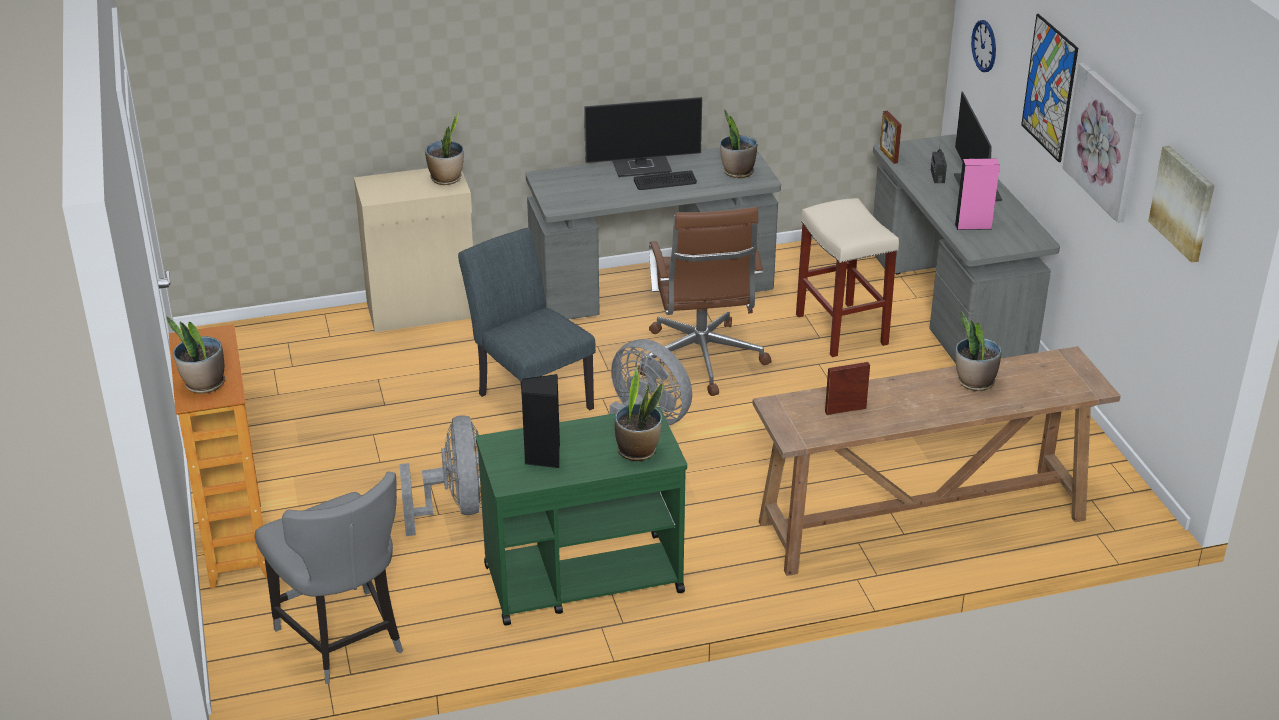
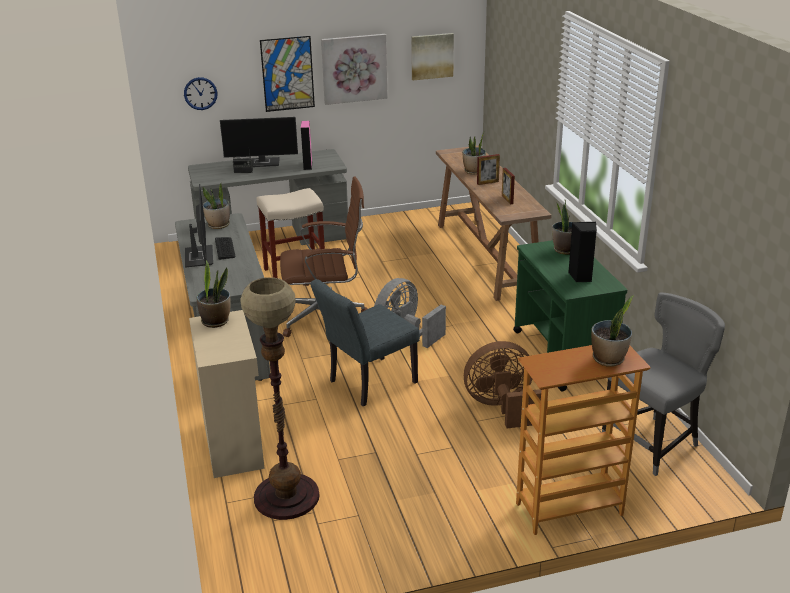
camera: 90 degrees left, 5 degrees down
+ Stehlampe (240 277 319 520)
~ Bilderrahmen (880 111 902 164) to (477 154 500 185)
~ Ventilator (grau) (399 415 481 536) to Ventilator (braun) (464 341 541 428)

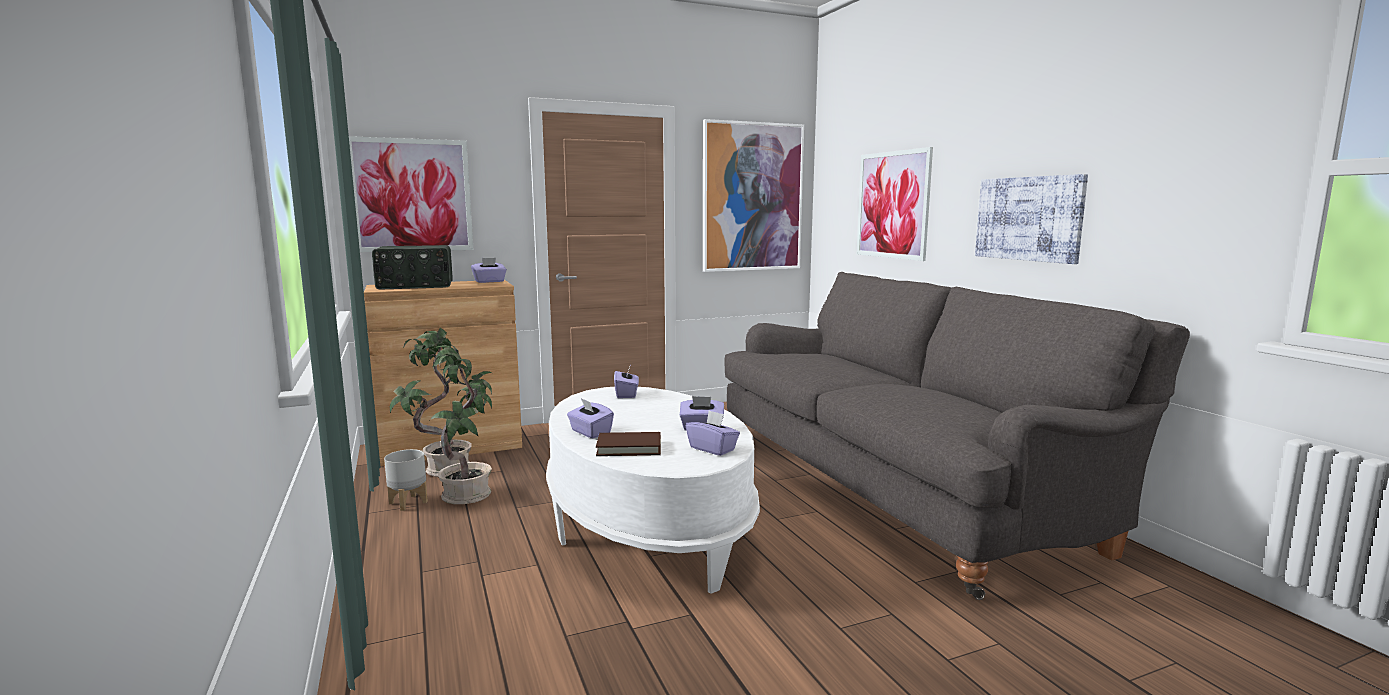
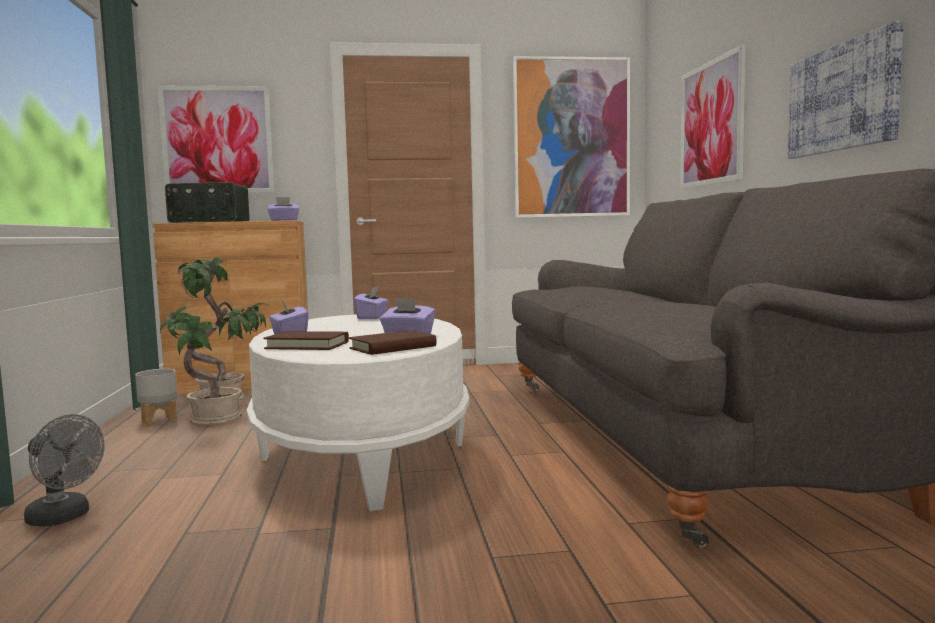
camera: 15 degrees right, 5 degrees down
+ Ventilator (grau) (24 414 104 527)
~ Taschentuchbox (lila) (686 410 740 456) to Buch (braun) (349 330 437 355)

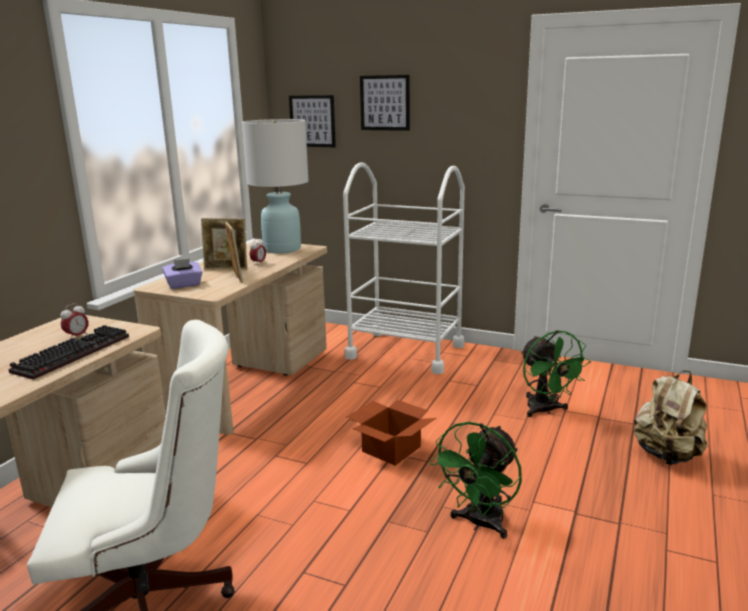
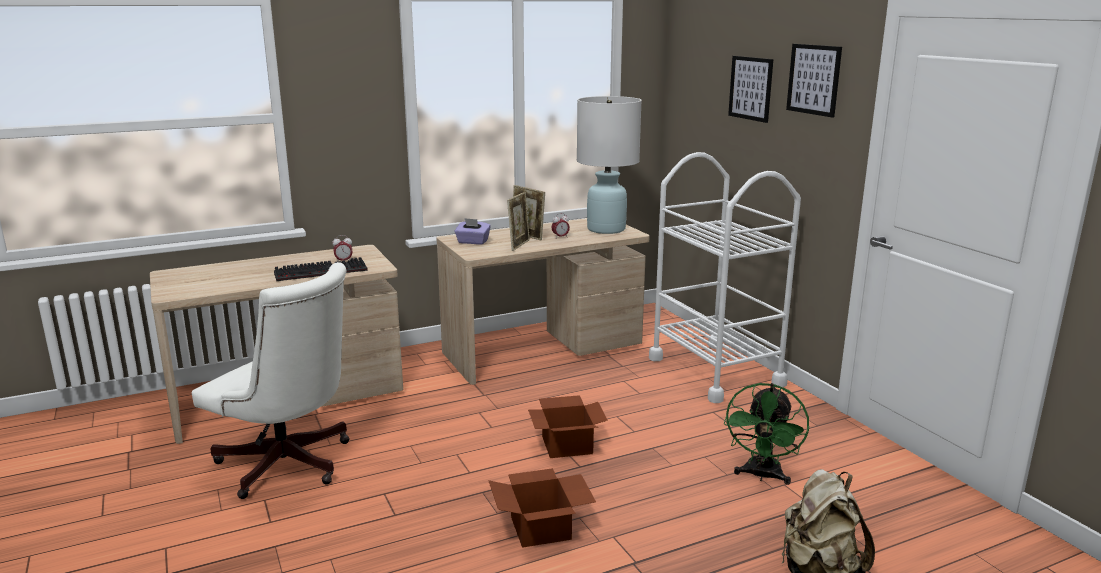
camera: 40 degrees right, 0 degrees up
~ Bild (289 95 336 147) to (786 44 842 118)
~ Ventilator (grün) (430 422 522 539) to Karton (488 468 596 548)

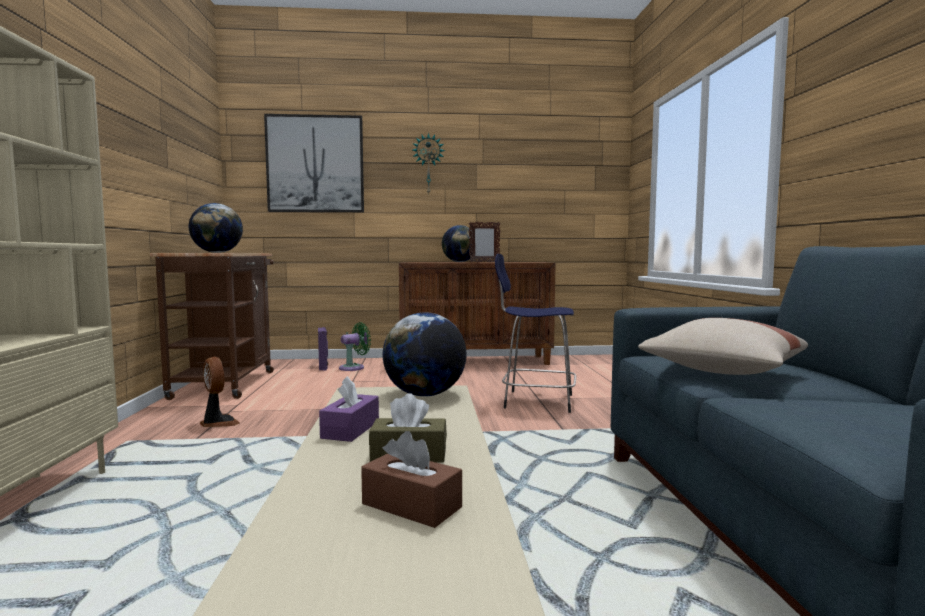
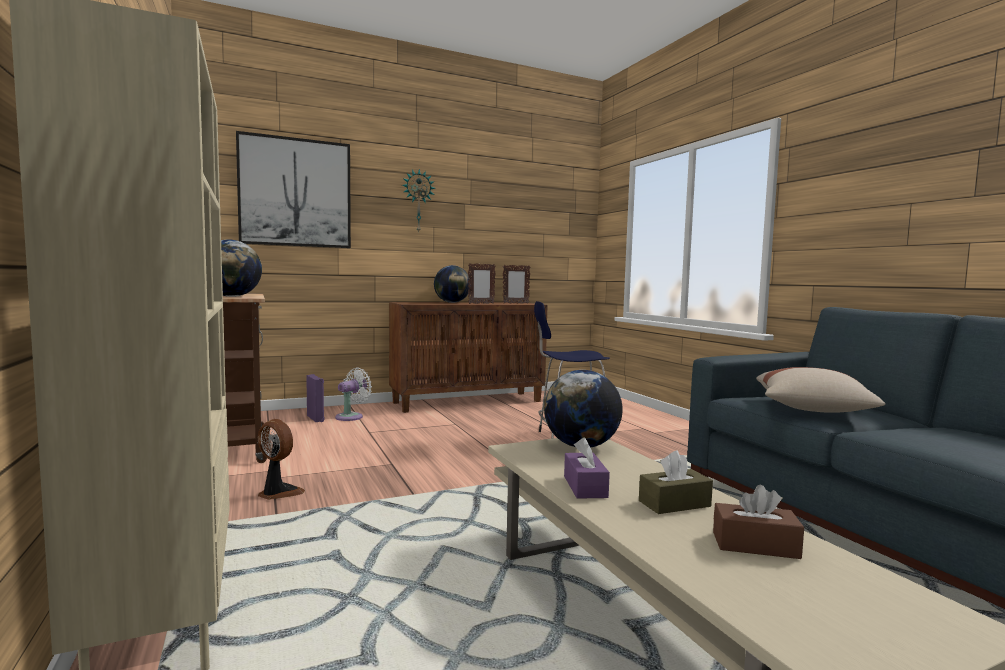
camera: 20 degrees left, 0 degrees up
+ Bilderrahmen (503 265 530 304)
~ Ventilator (grün) (339 322 371 371) to Ventilator (weiß) (335 367 372 421)

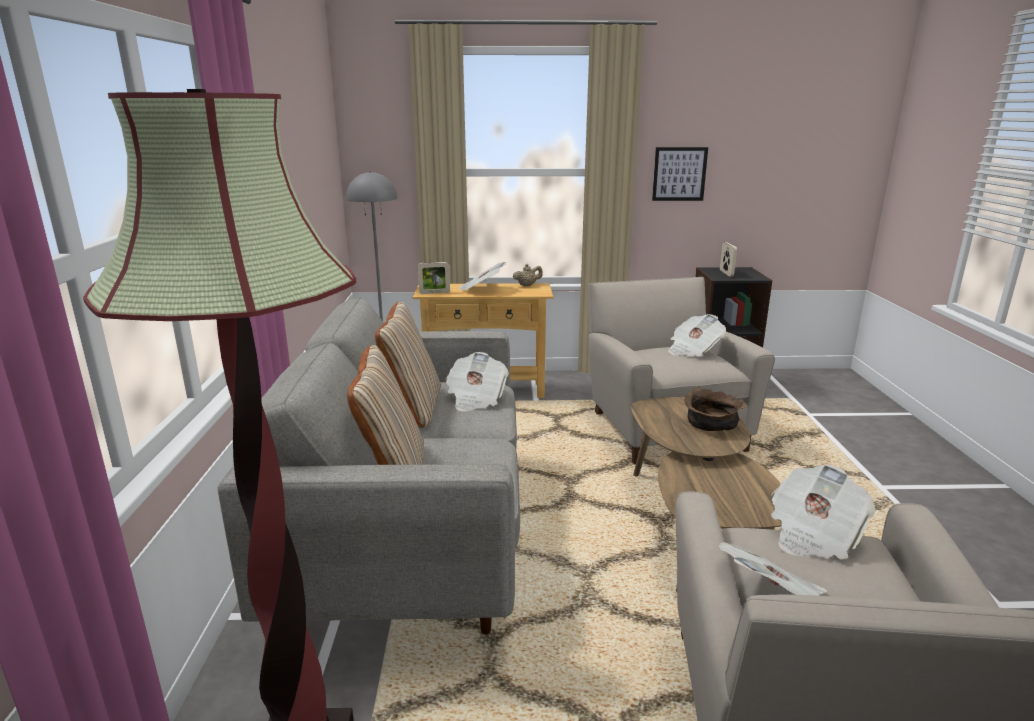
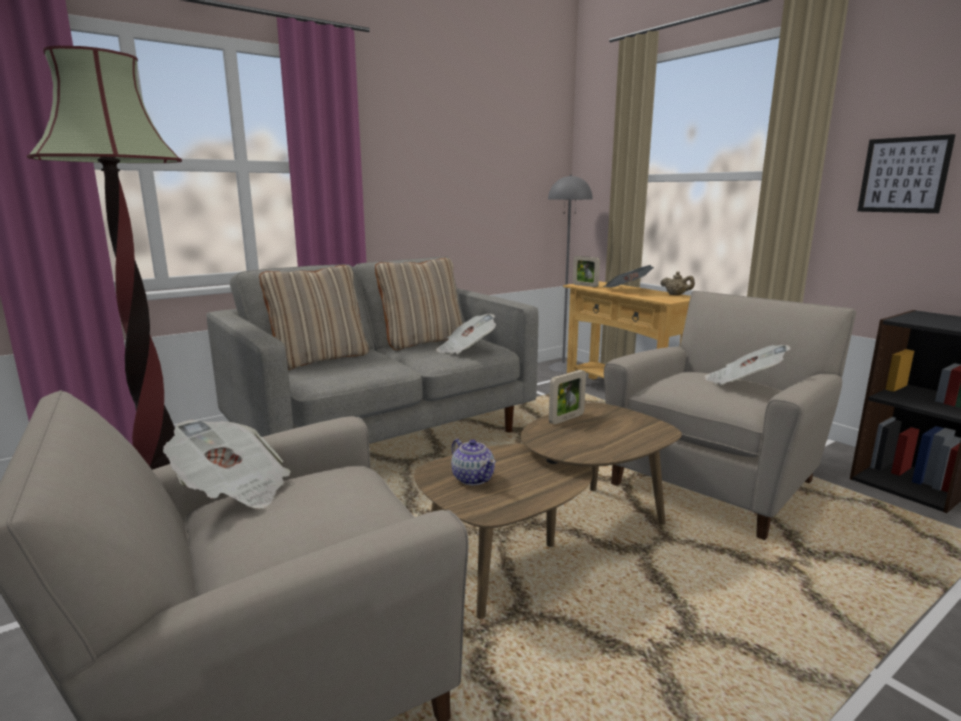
camera: 55 degrees right, 5 degrees down
- Schüssel (braun) (684 388 747 431)
- Zeitung (771 464 875 560)
+ Teekanne (451 439 496 485)
~ Bilderrahmen (720 242 737 277) to (549 370 586 424)

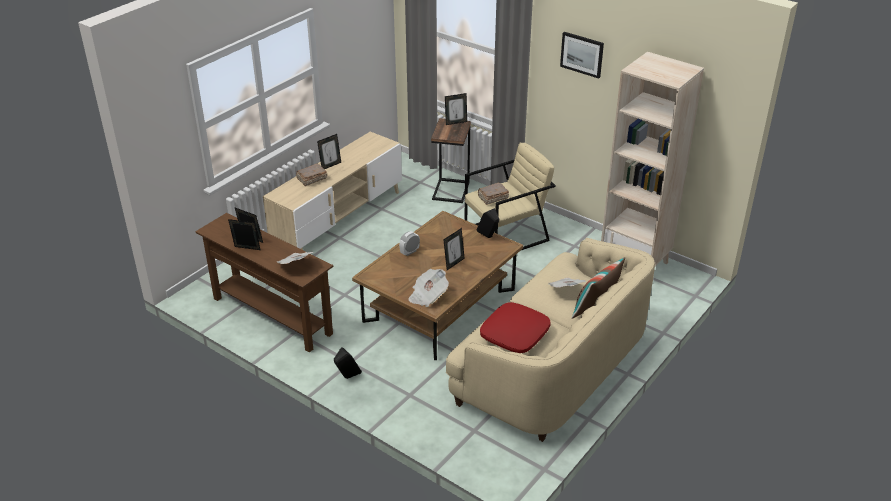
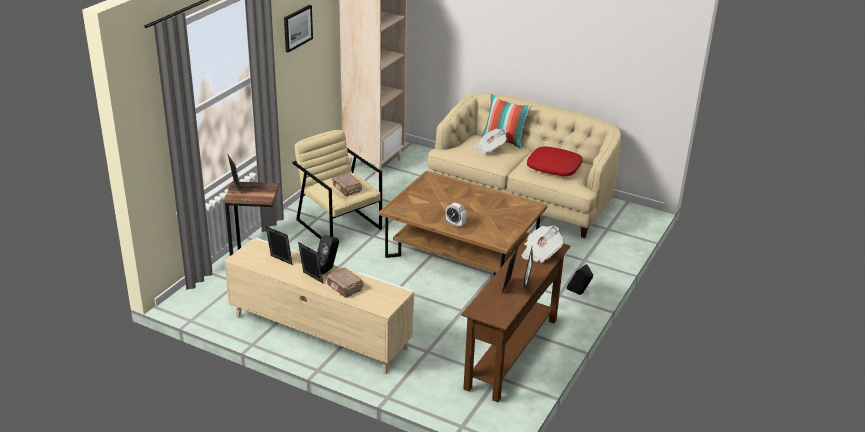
camera: 100 degrees left, 5 degrees down
- Zeitung (408 269 449 307)
~ Bilderrahmen (443 228 465 270) to (266 226 293 265)
~ Lautsprecher (schwarz) (477 208 500 238) to (317 235 339 275)

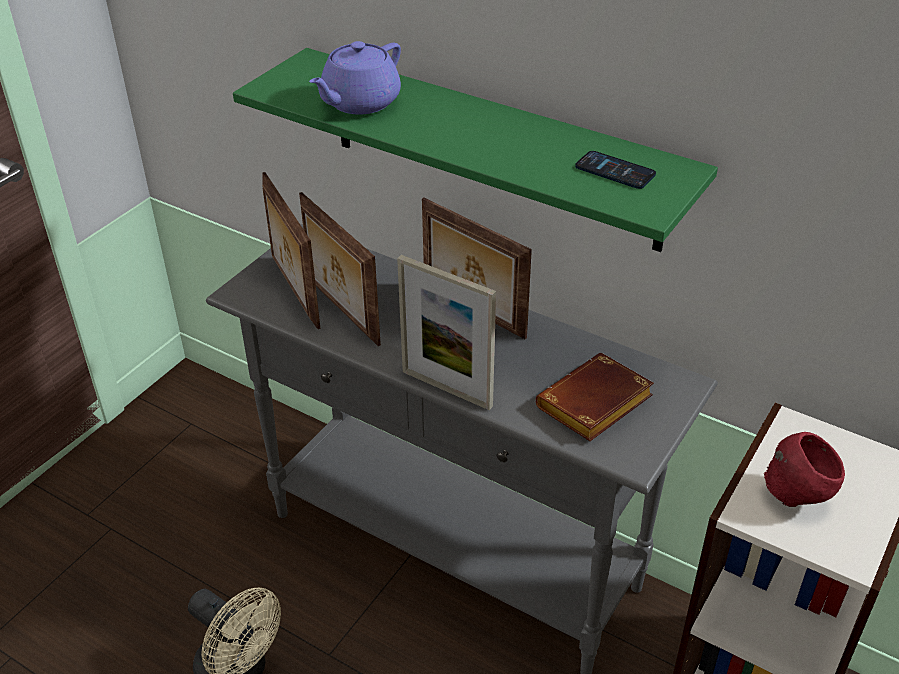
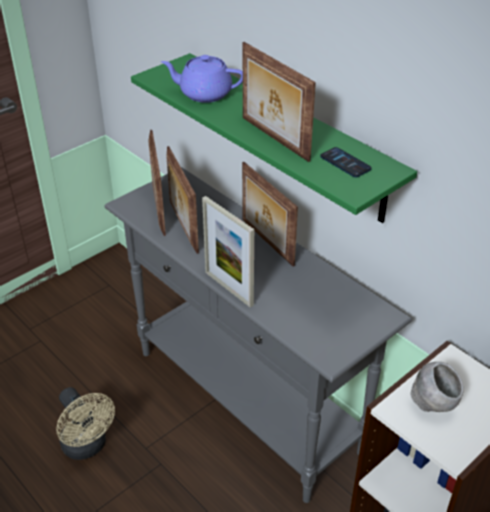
camera: 15 degrees right, 0 degrees up
- Buch (braun) (536 353 654 441)
+ Bilderrahmen (243 42 316 162)
~ Schüssel (rot) (764 432 845 507) to Schüssel (grau) (411 362 464 412)
~ Teekanne (lila) (309 41 401 115) = (161 55 243 103) 45 degrees clockwise

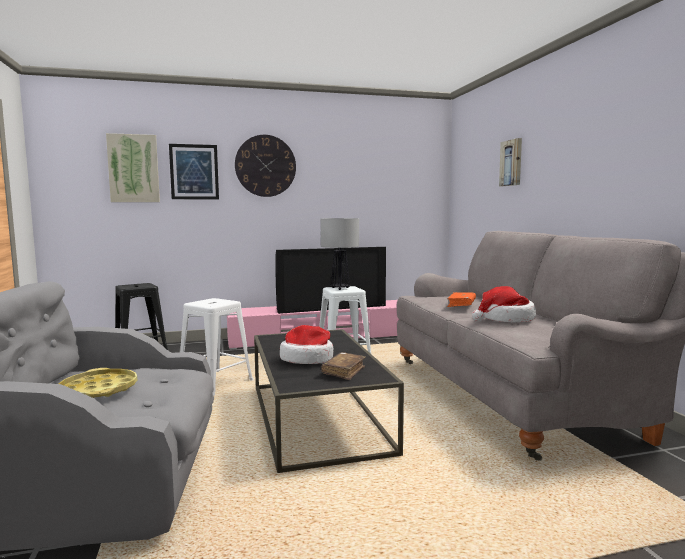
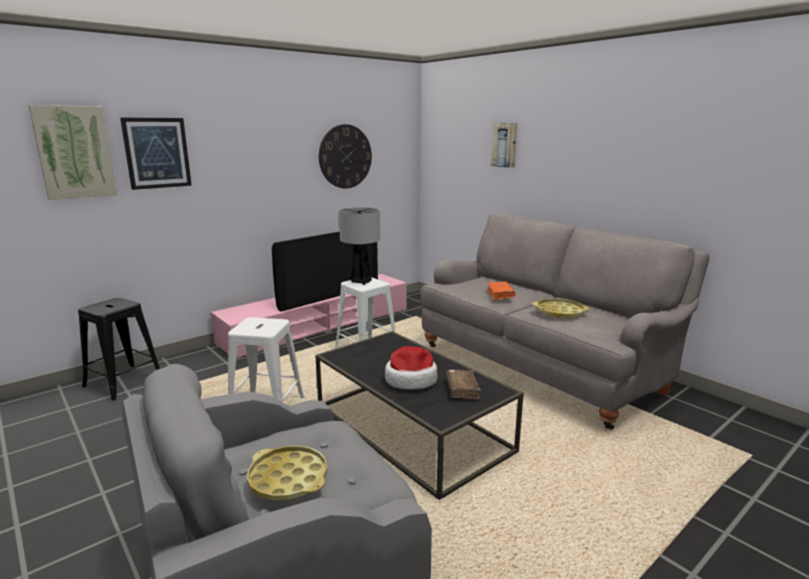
camera: 25 degrees left, 10 degrees up
~ Wanduhr (235 135 296 197) to (319 124 372 188)
~ Hut (472 286 536 323) to Tablett (gelb) (532 298 590 319)

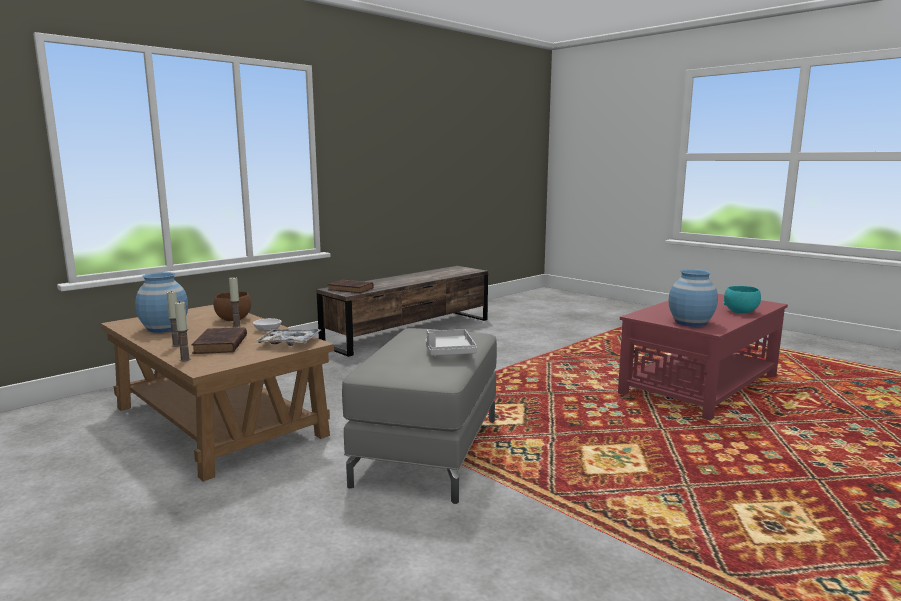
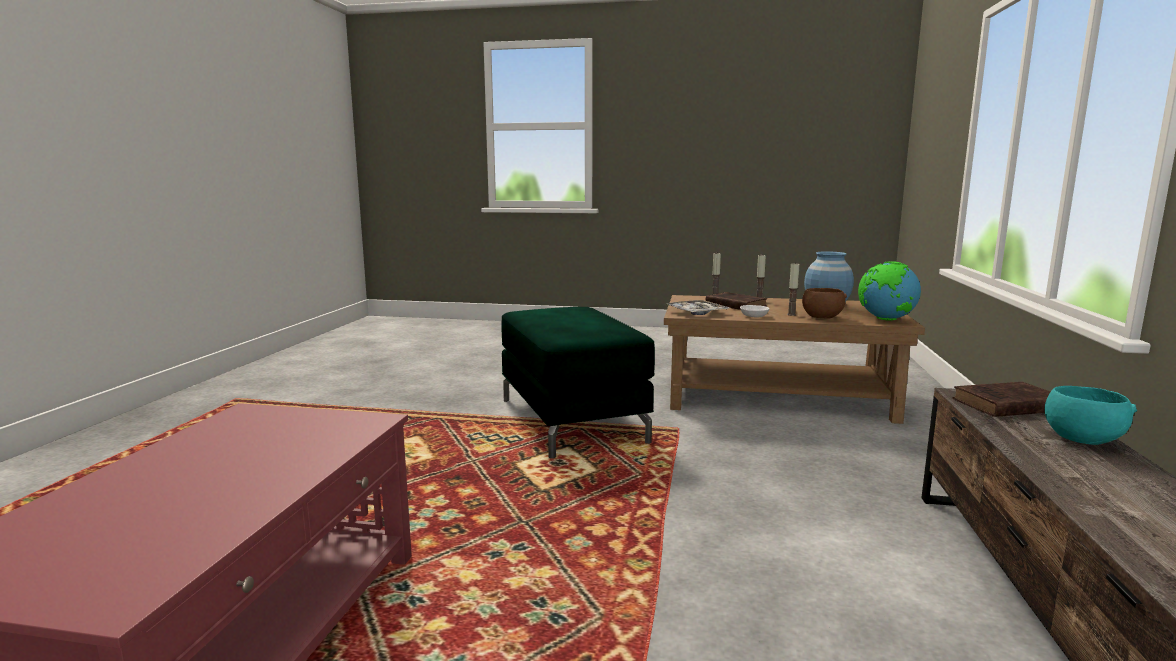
camera: 145 degrees right, 0 degrees up
- Tablett (grau) (426 329 477 356)
- Vase (blau) (669 269 718 327)
+ Globus (858 261 921 320)
~ Schüssel (türkis) (723 286 761 313) to (1045 386 1137 445)
~ Polsterhocker (grau) (342 328 497 504) to Polsterhocker (grün) (502 307 655 459)

